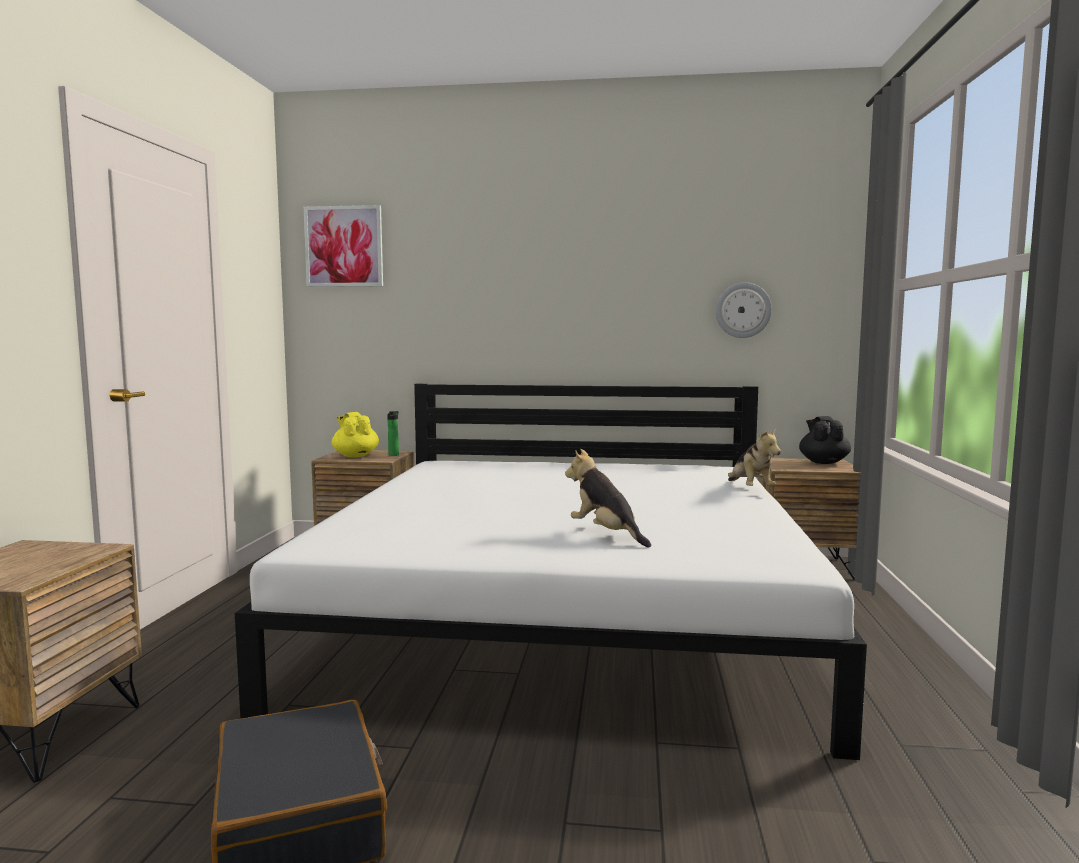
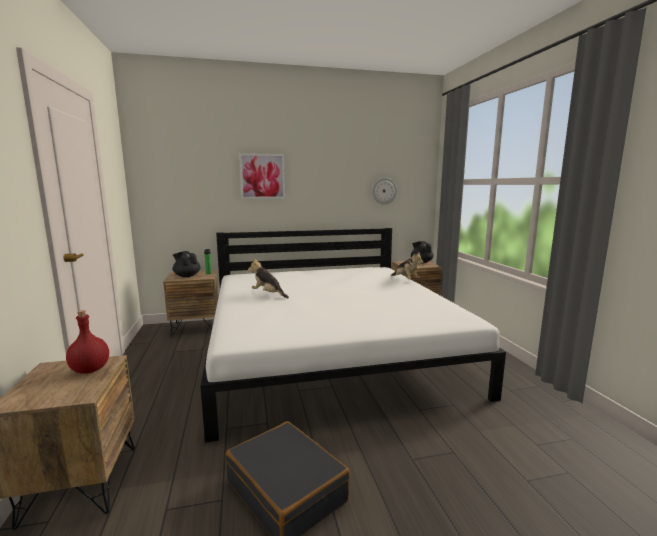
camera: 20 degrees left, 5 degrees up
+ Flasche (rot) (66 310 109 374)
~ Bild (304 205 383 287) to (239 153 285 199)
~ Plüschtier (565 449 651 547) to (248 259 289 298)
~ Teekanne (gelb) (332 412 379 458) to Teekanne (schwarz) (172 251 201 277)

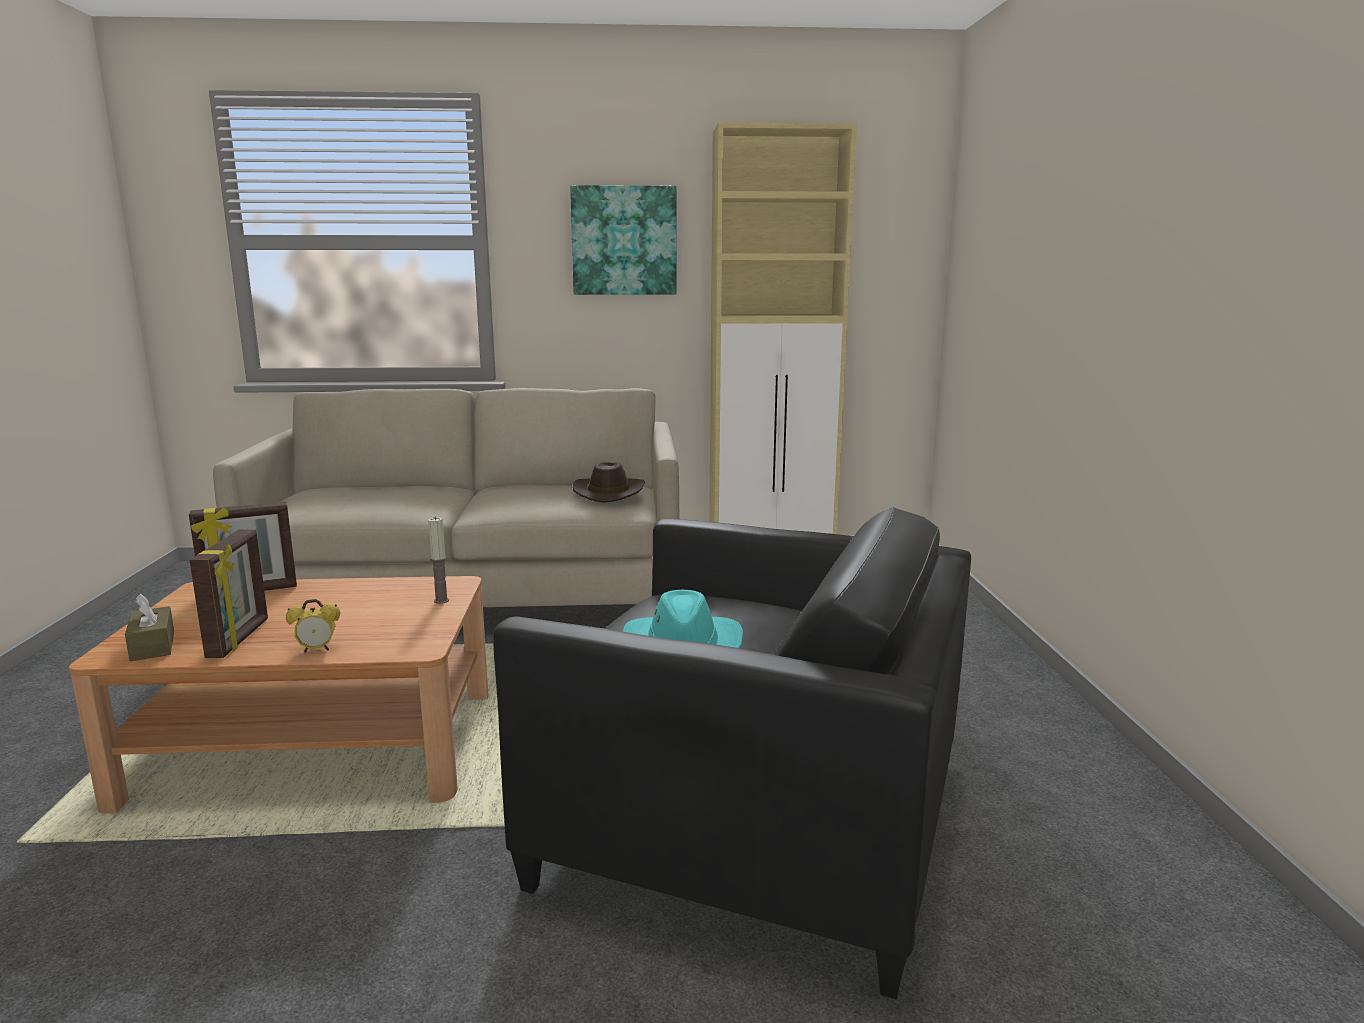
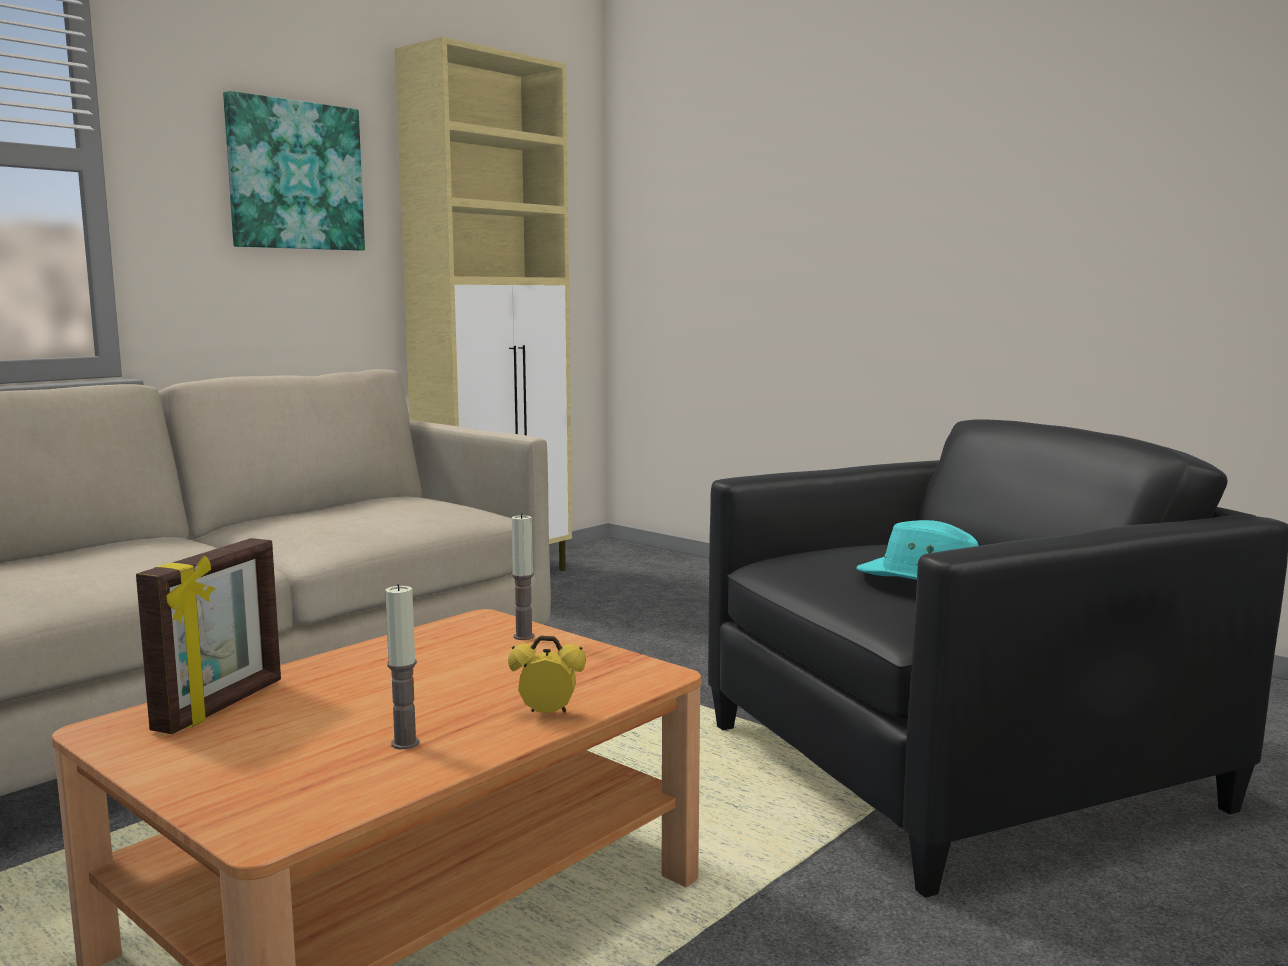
camera: 45 degrees left, 5 degrees down
- Taschentuchbox (braun) (125 594 174 661)
- Hut (braun) (572 462 645 503)
~ Bilderrahmen (190 529 268 658) to Kerze (385 584 420 749)
~ Wecker (286 599 340 653) = (508 636 586 713) 120 degrees counterclockwise

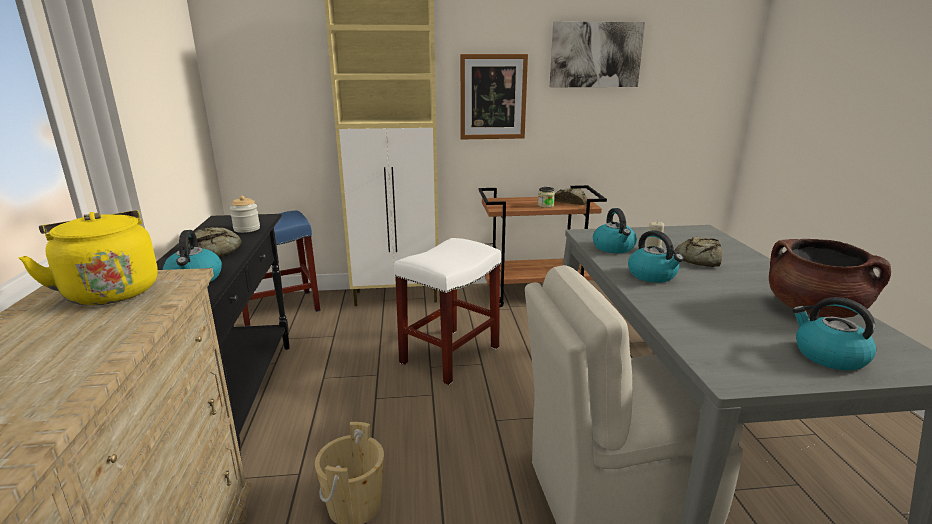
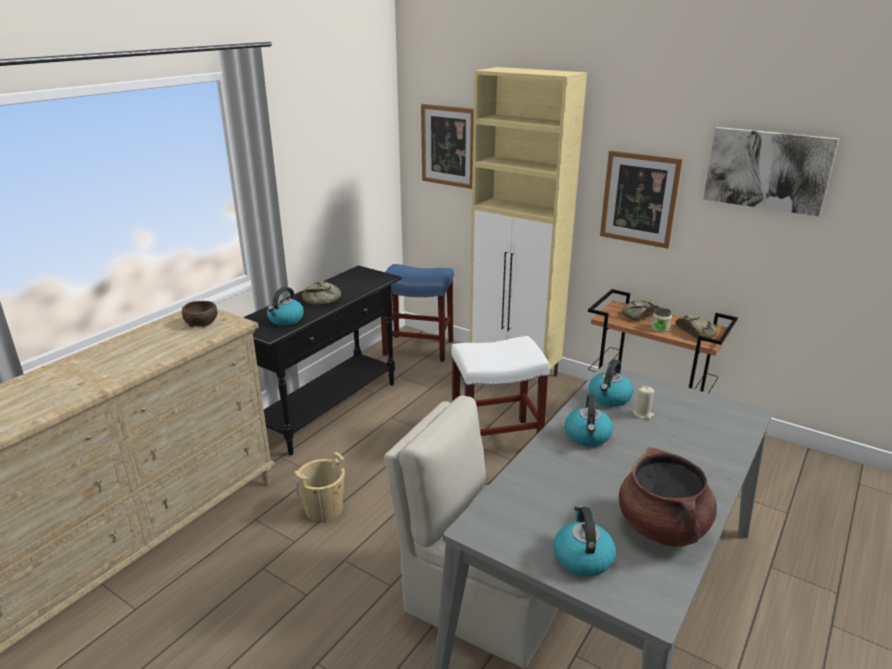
camera: 40 degrees right, 5 degrees up
- Vorratsglas (230 196 260 233)
+ Bild (421 104 474 189)
~ Brot (675 237 722 267) to (623 298 659 321)
~ Wasserkessel (gelb) (18 210 158 305) to Schüssel (braun) (182 301 217 327)

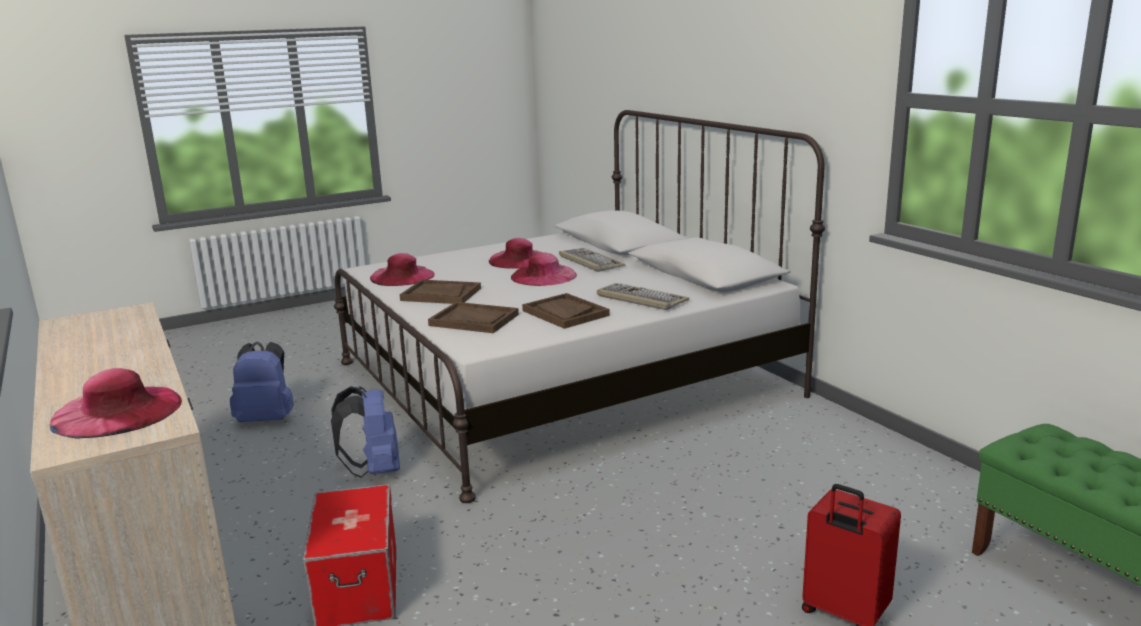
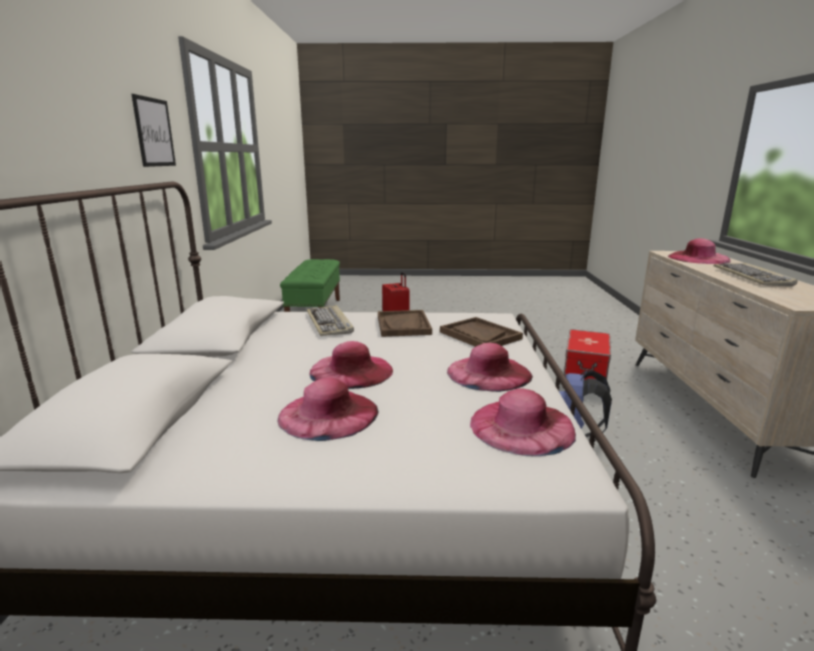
camera: 150 degrees left, 0 degrees up
- Rucksack (blau) (230 342 294 422)
+ Bild (131 94 176 167)
~ Tastatur (559 248 625 272) to (713 263 798 286)
~ Tablett (braun) (400 280 481 304) to Hut (rosa) (447 343 533 392)

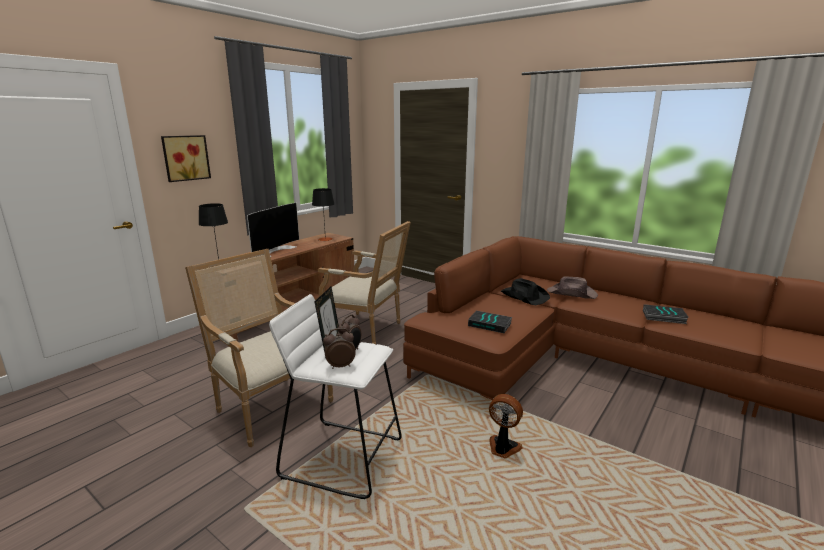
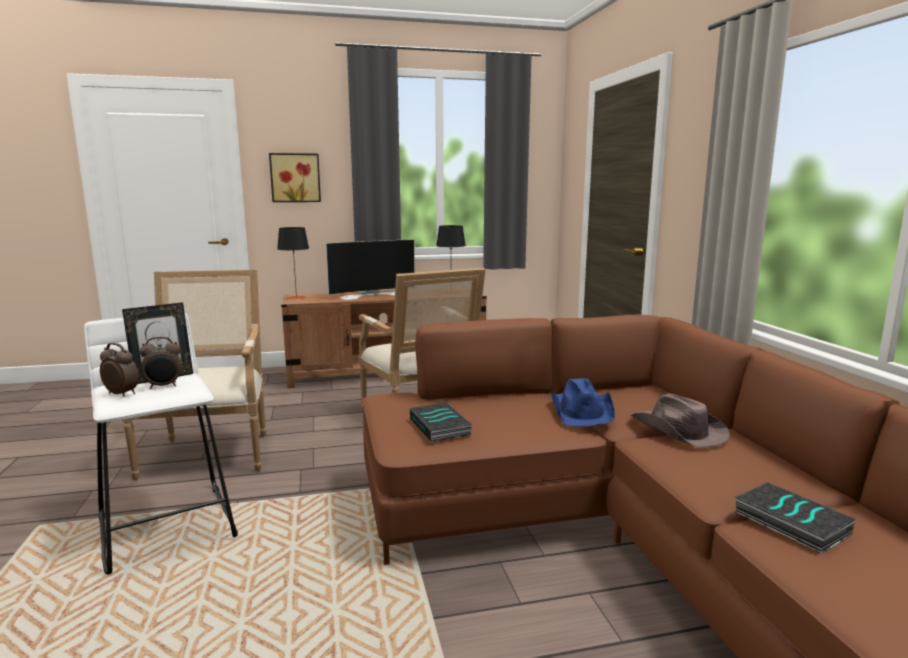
camera: 40 degrees right, 5 degrees down
- Ventilator (489 394 523 459)
~ Hut (schwarz) (501 278 550 305) to Hut (blau) (551 379 615 427)

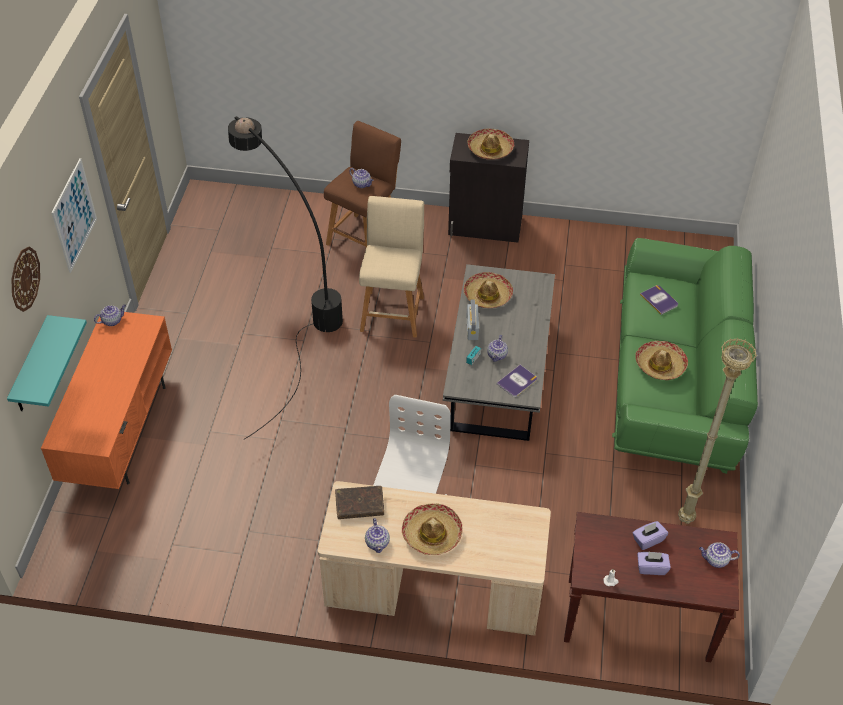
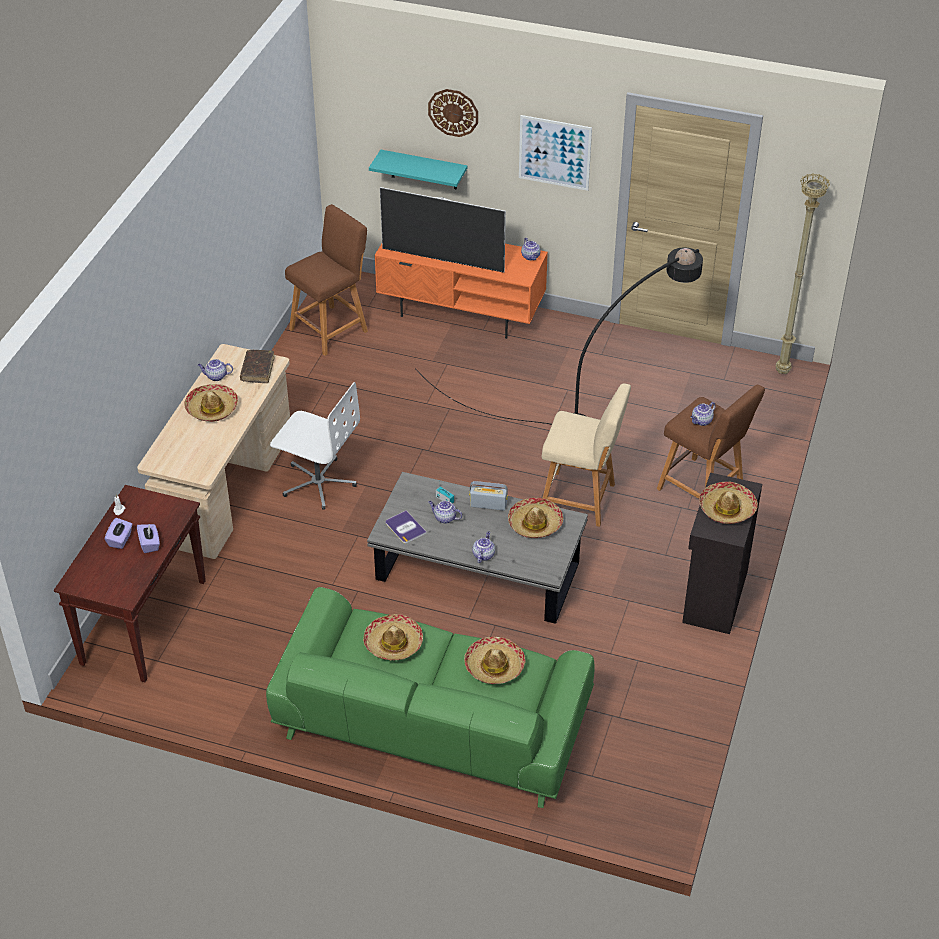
camera: 100 degrees right, 5 degrees down
+ Hocker (braun) (285 204 368 356)
+ Fernseher (380 187 506 273)
~ Stehlampe (beige) (678 338 757 524) to (776 173 830 374)
~ Teekanne (699 542 740 568) to (472 531 495 563)
~ Buch (640 285 678 315) to Hut (464 637 525 684)

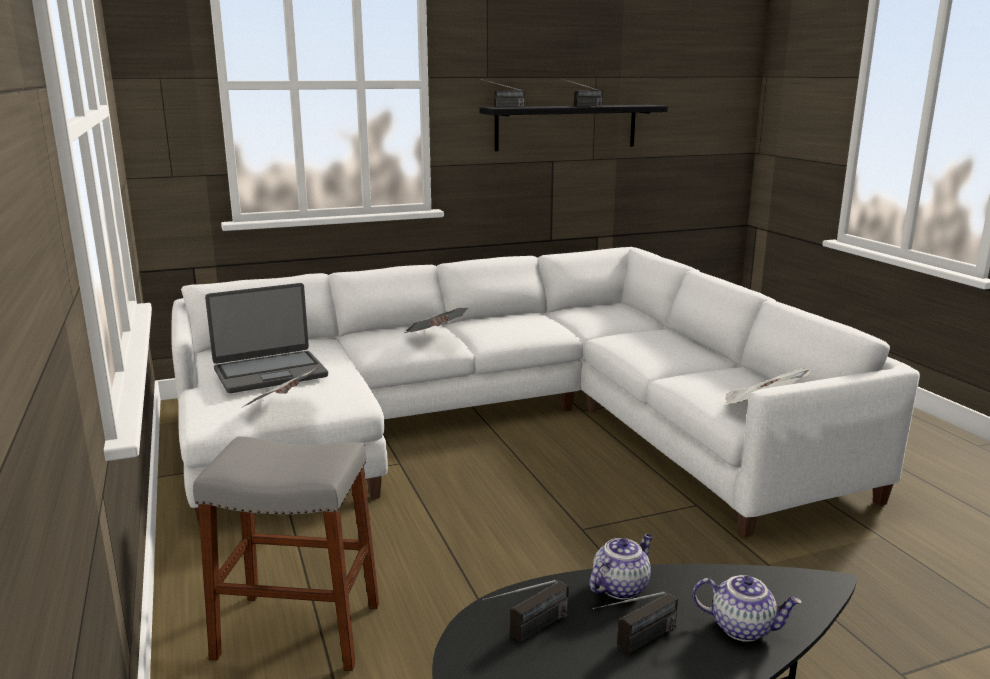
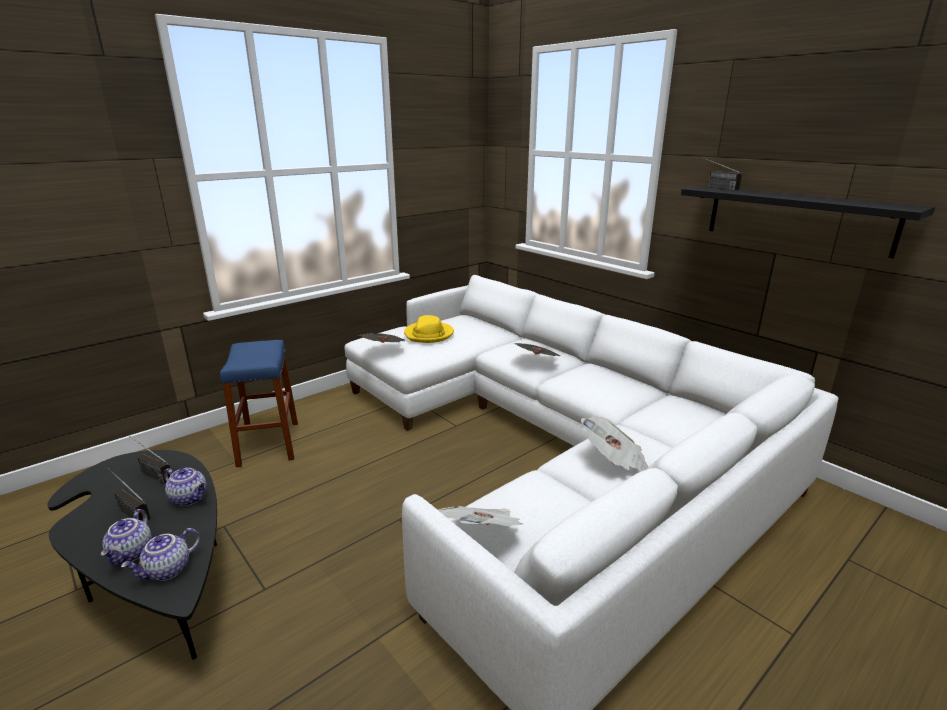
camera: 70 degrees right, 5 degrees up
- Radio (563 79 603 107)
+ Teekanne (121 528 200 581)
+ Zeitung (581 416 648 471)
~ Laptop (205 283 328 393) to Hut (gelb) (404 315 454 343)
~ Hocker (grau) (193 436 379 671) to Hocker (blau) (220 340 298 467)

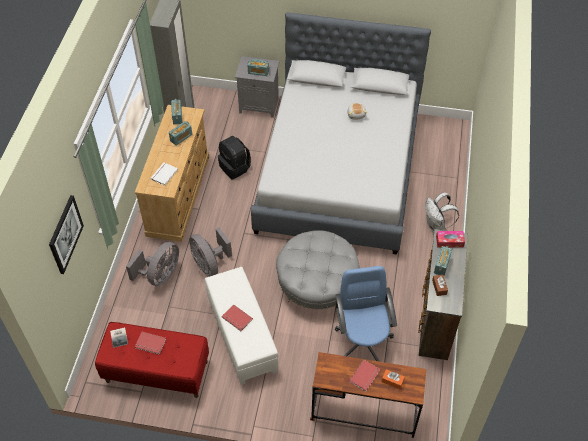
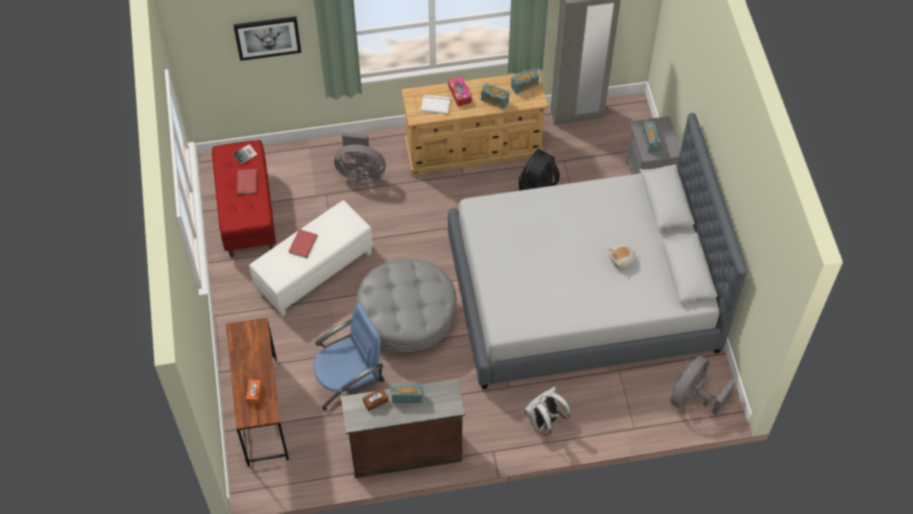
camera: 70 degrees right, 5 degrees up
- Buch (rot) (349 360 380 391)
~ Ventilator (grau) (189 227 232 277) to (670 356 736 415)
~ Taschentuchbox (436 231 465 248) to (448 76 471 106)

